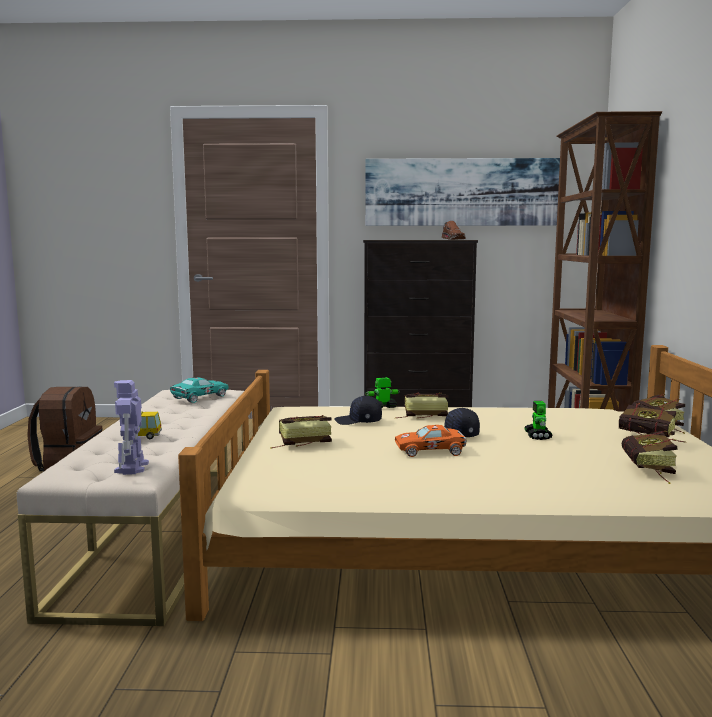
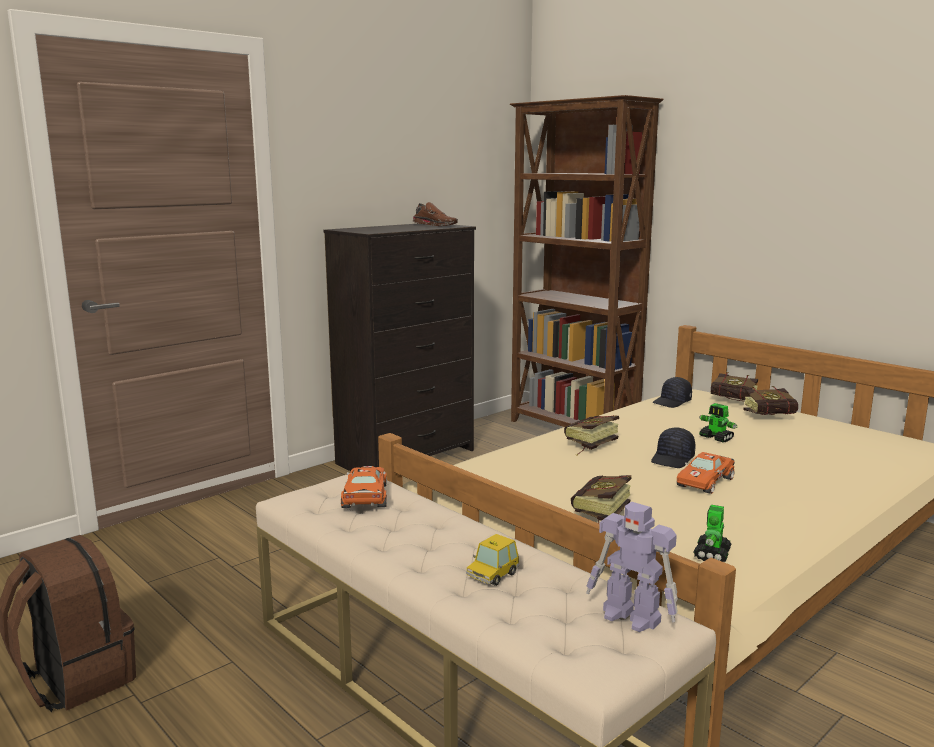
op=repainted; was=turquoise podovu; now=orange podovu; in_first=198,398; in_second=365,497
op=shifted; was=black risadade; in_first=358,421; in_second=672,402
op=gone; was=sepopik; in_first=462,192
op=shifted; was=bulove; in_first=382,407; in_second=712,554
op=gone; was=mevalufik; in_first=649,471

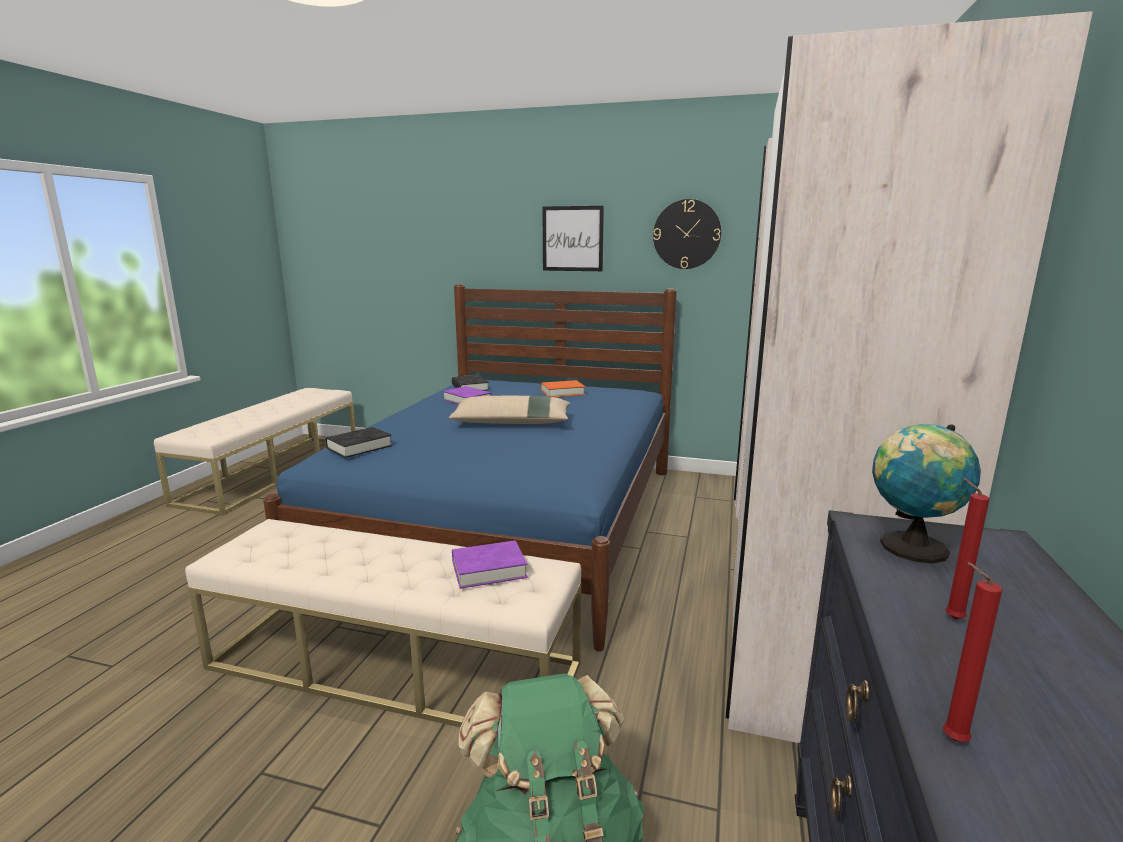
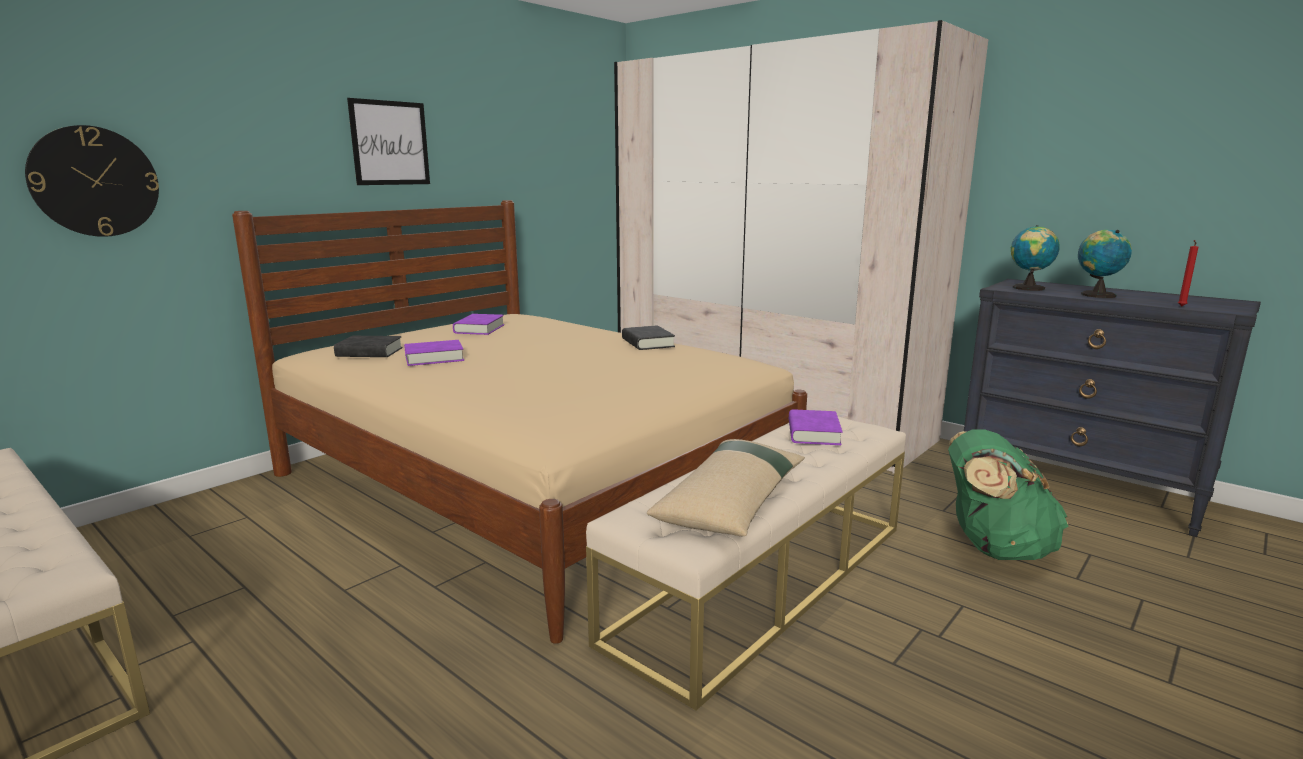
op=repainted; was=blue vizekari; now=beige vizekari; in_first=512,521; in_second=531,482
op=shifted; was=black mevalufik; in_first=359,447; in_second=647,343
op=shifted; was=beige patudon; in_first=512,422; in_second=732,501
op=repainted; was=orange mevalufik; now=purple mevalufik; in_first=562,393; in_second=479,329
op=shifted; was=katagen; in_first=686,234; in_second=94,181
op=swapped; was=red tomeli; now=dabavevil; in_first=950,618; in_second=1095,295

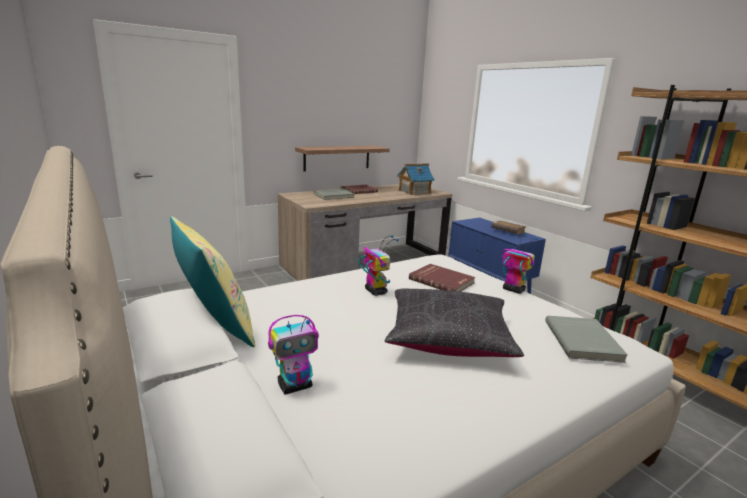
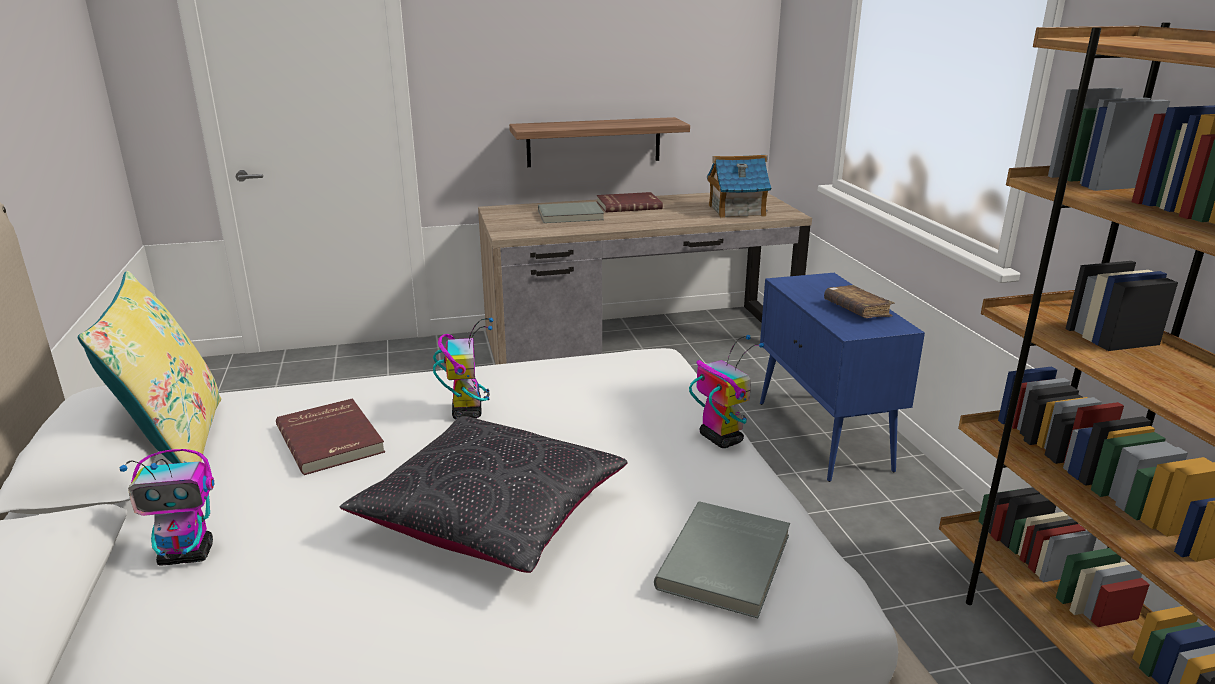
op=shifted; was=red mevalufik; in_first=442,281; in_second=332,439

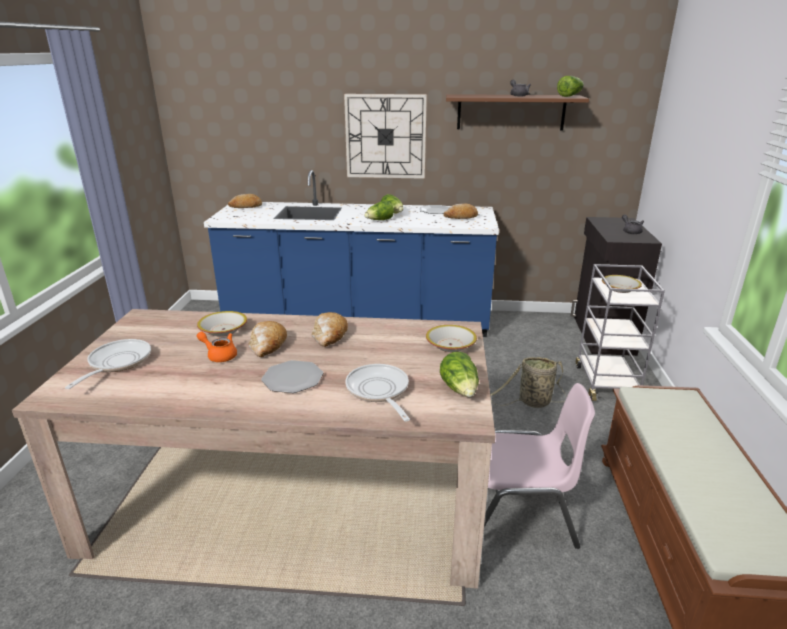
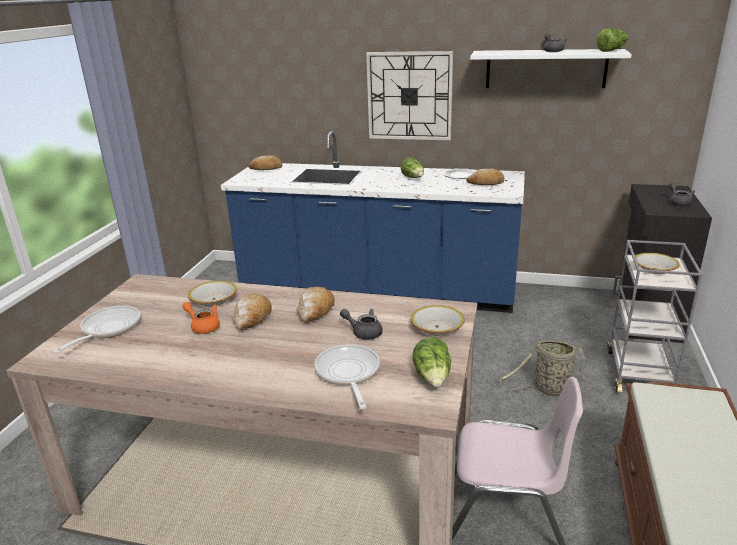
op=gone; was=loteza; in_first=293,378
op=gone; was=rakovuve; in_first=379,221
op=repainted; was=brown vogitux; now=white vogitux; in_first=511,112; in_second=545,69
op=new; now=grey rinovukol; in_second=363,332

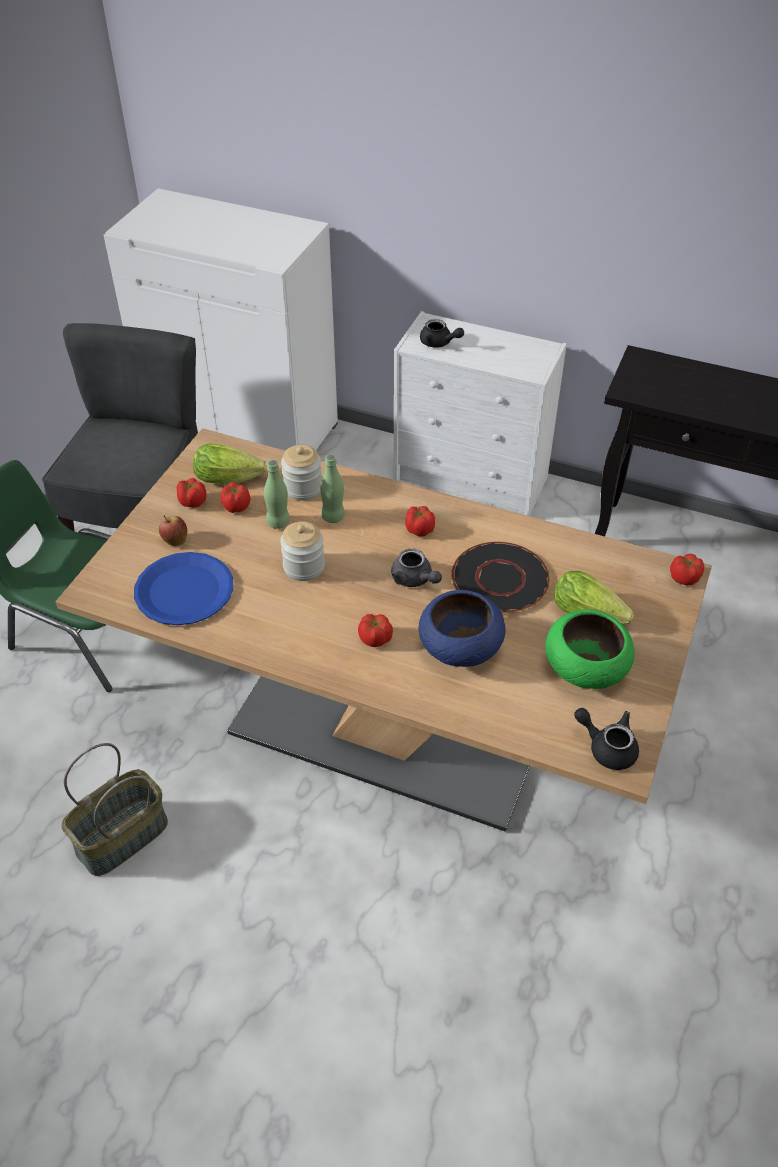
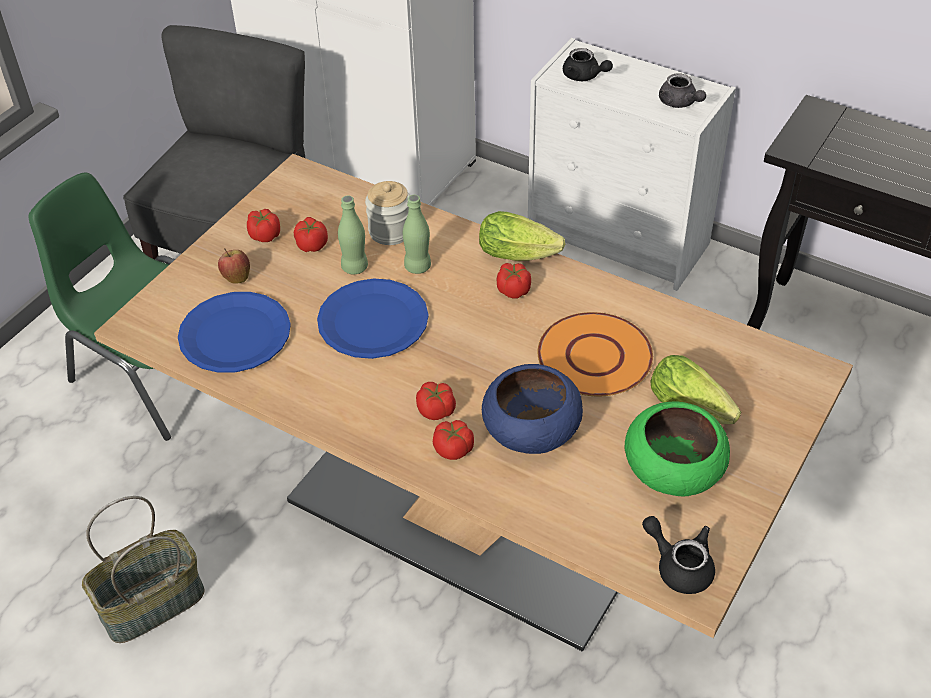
op=shifted; was=rakovuve; in_first=231,478; in_second=522,254
op=swapped; was=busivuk; now=blue loteza; in_first=304,567; in_second=373,321
op=shifted; was=grey rinovukol; in_first=414,580; in_second=680,103
op=repainted; was=black loteza; now=orange loteza; in_first=500,579; in_second=595,357
op=shifted; was=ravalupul; in_first=684,578; in_second=454,449

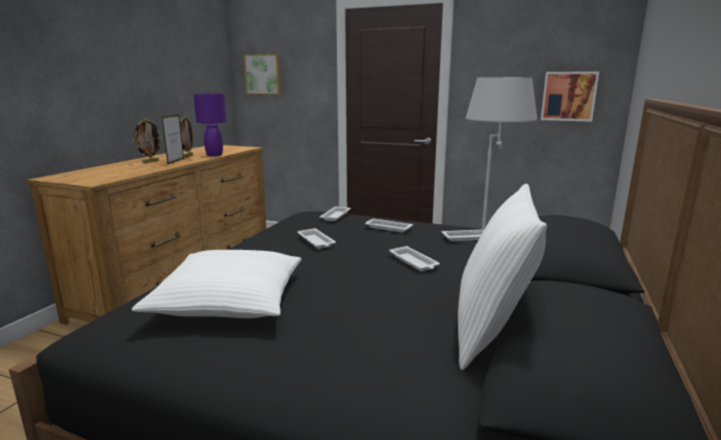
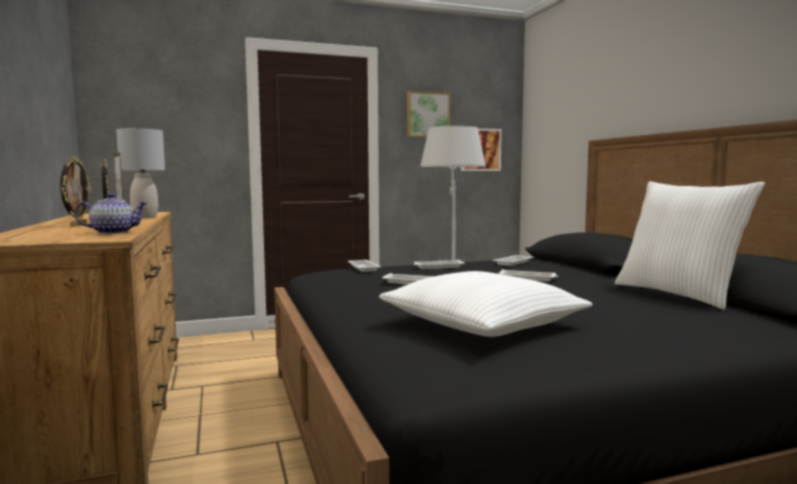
op=repainted; was=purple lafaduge; now=grey lafaduge; in_first=214,155; in_second=144,217
op=shifted; was=sepopik; in_first=263,74; in_second=427,115
op=new; now=rinovukol; in_second=113,232

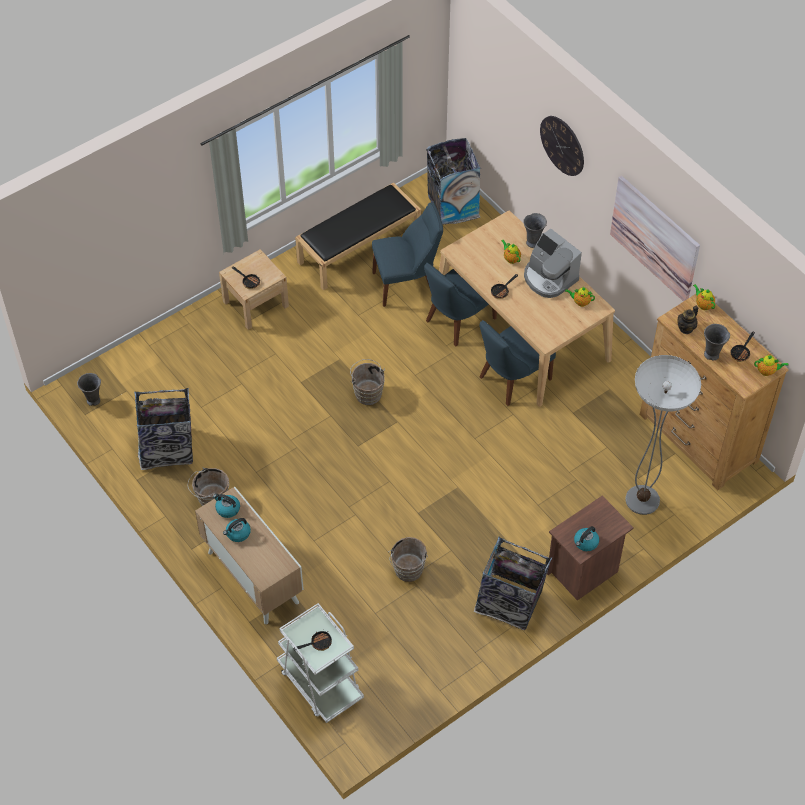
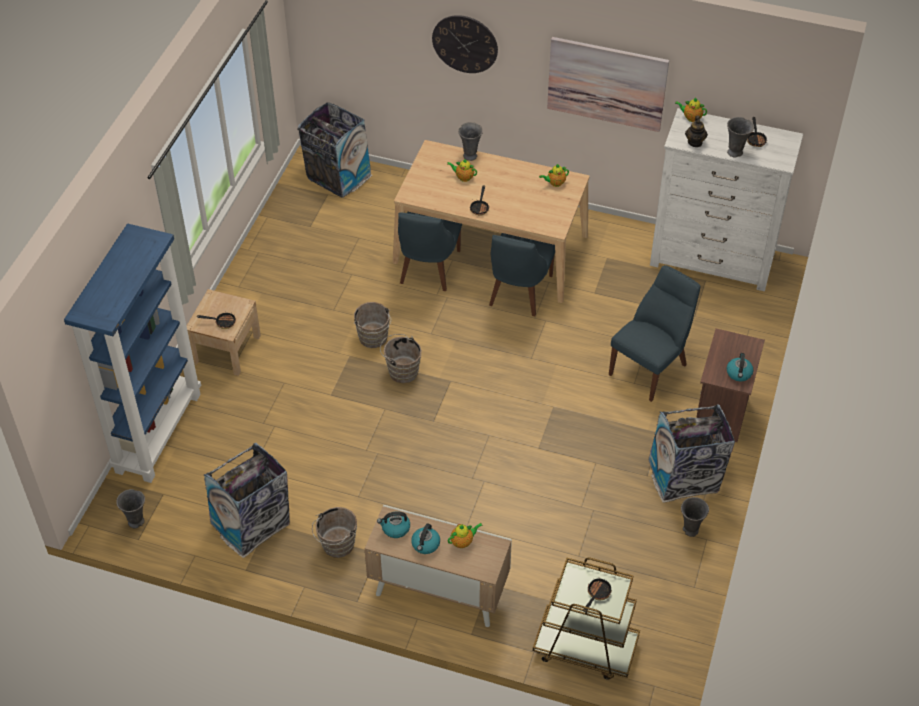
op=repainted; was=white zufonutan; now=brown zufonutan; in_first=320,683; in_second=585,647
op=gone; was=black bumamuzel; in_first=359,247
op=shifted; was=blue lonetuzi; in_first=407,284; in_second=650,368
op=shifted; was=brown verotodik; in_first=408,571; in_second=373,339
op=gone; was=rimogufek; in_first=549,278
op=gone; was=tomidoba; in_first=642,500
op=repainted; was=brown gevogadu; now=white gevogadu; in_first=698,438; in_second=712,259
op=shifted; was=rinovukol; in_first=767,371; in_second=463,542
op=new; now=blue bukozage; in_second=158,431
op=new; now=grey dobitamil; in_second=690,530

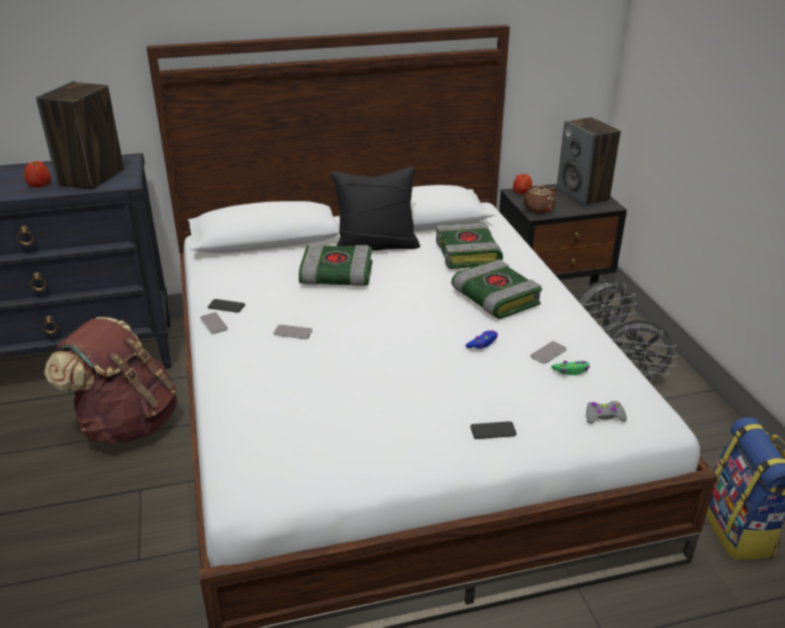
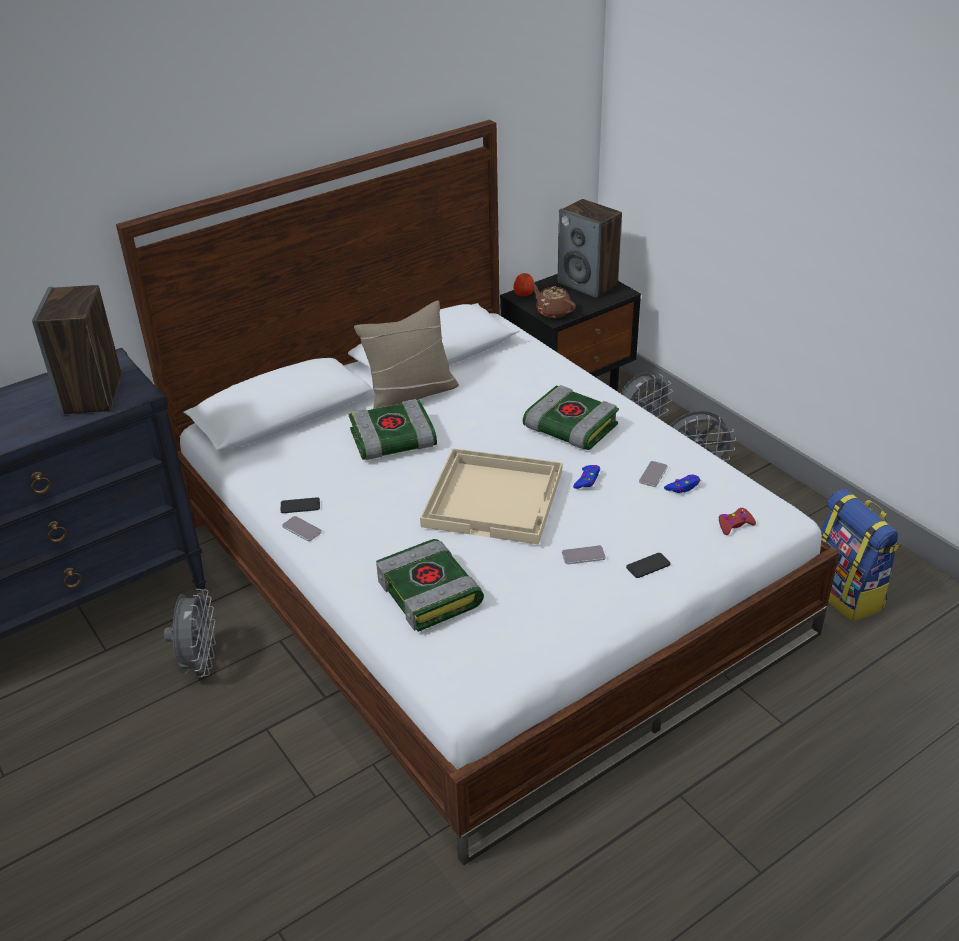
op=gone; was=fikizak; in_first=39,184
op=swapped; was=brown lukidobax; now=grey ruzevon; in_first=126,423; in_second=199,664
op=shifted; was=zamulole; in_first=293,332; in_second=583,555
op=repainted; was=black patudon; now=beige patudon; in_first=376,246; in_second=411,395
op=shifted; was=mevalufik; in_first=468,254; in_second=431,593
op=rotated; was=brown rinovukol; in_first=538,209; in_second=553,312; clockwise=105
op=repainted; was=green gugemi; now=blue gugemi; in_first=571,371; in_second=683,487
op=repainted; was=grey gugemi; now=red gugemi; in_first=604,416; in_second=734,525
op=new; now=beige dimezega; in_second=495,498

